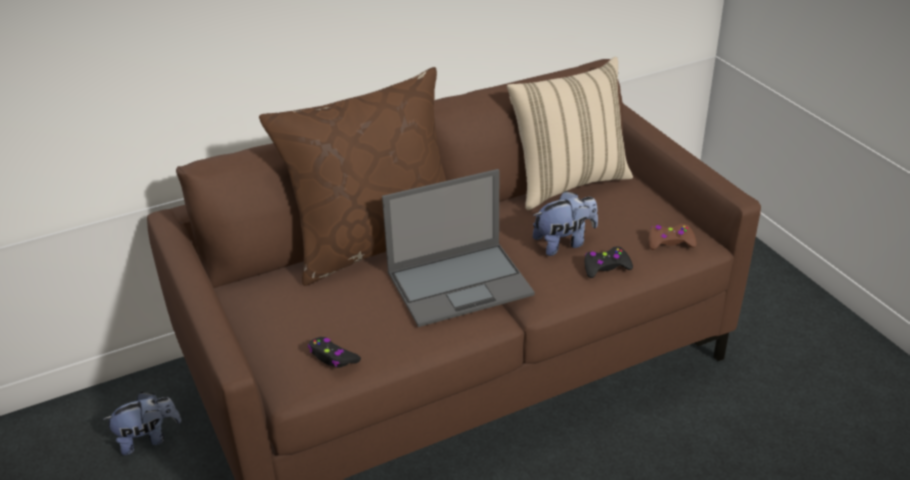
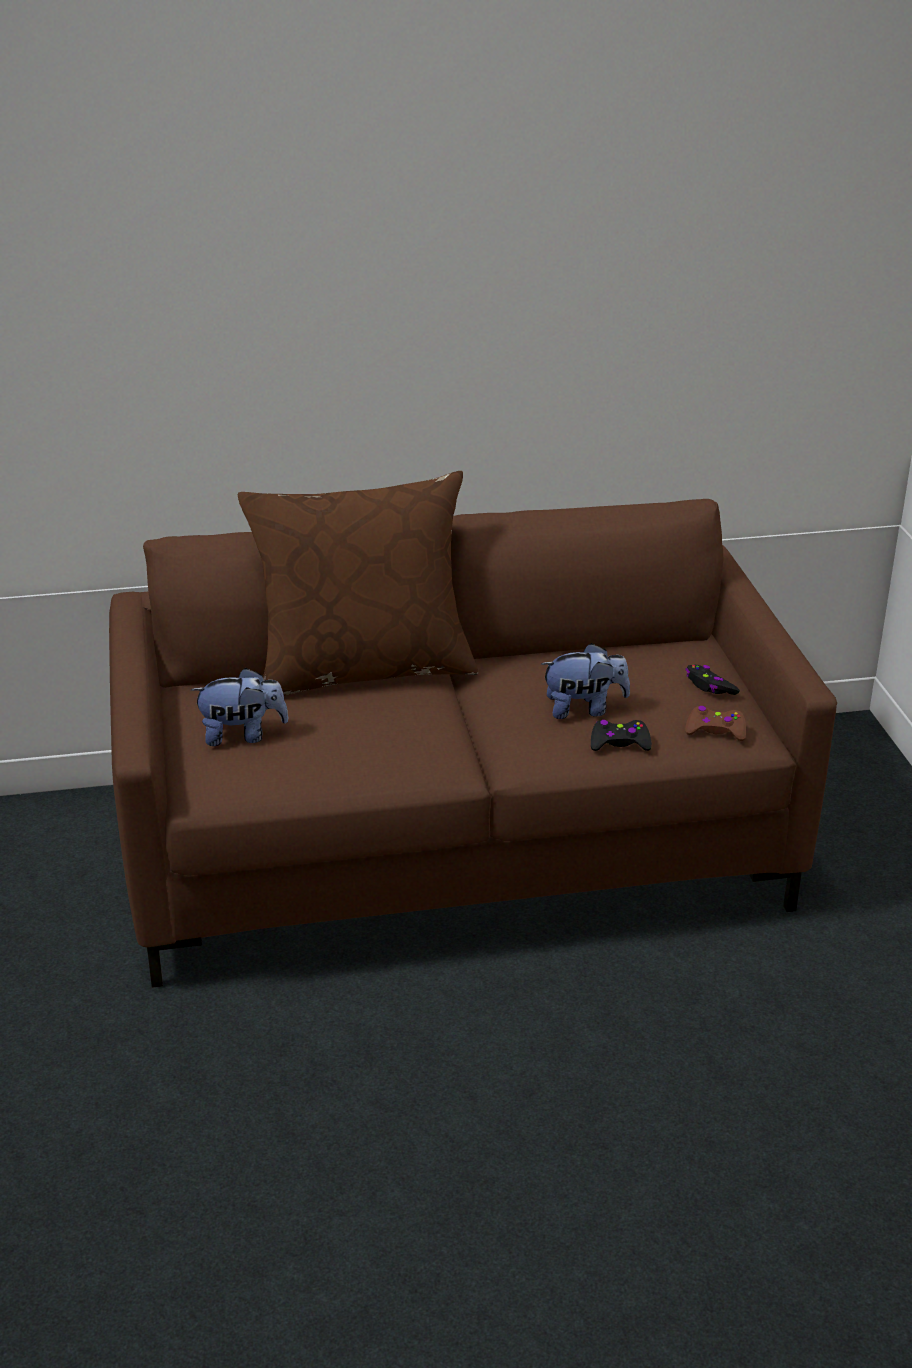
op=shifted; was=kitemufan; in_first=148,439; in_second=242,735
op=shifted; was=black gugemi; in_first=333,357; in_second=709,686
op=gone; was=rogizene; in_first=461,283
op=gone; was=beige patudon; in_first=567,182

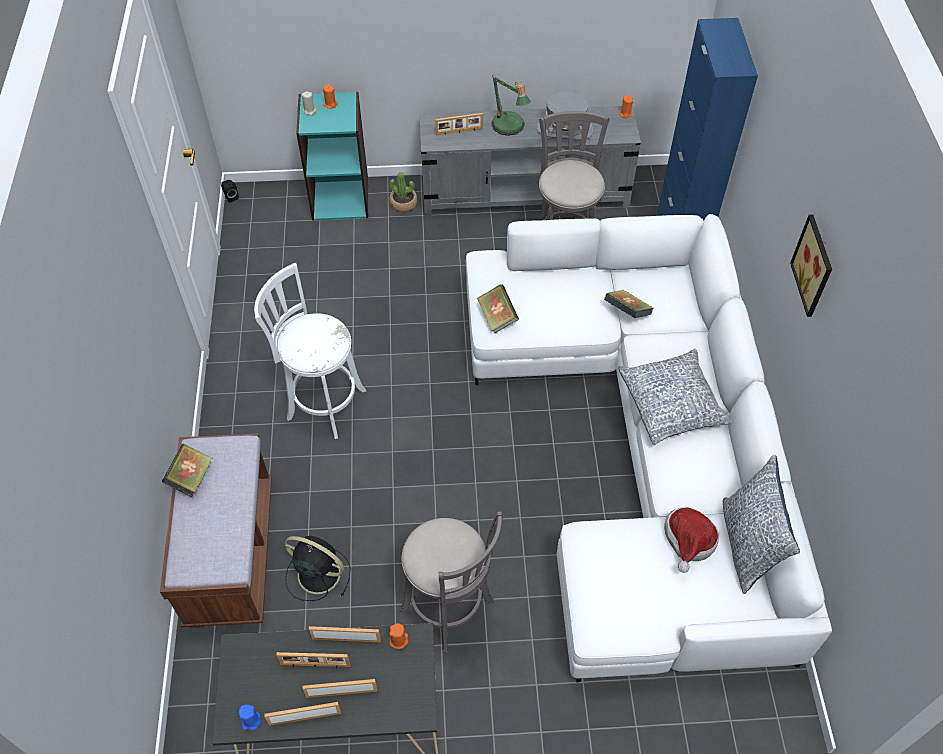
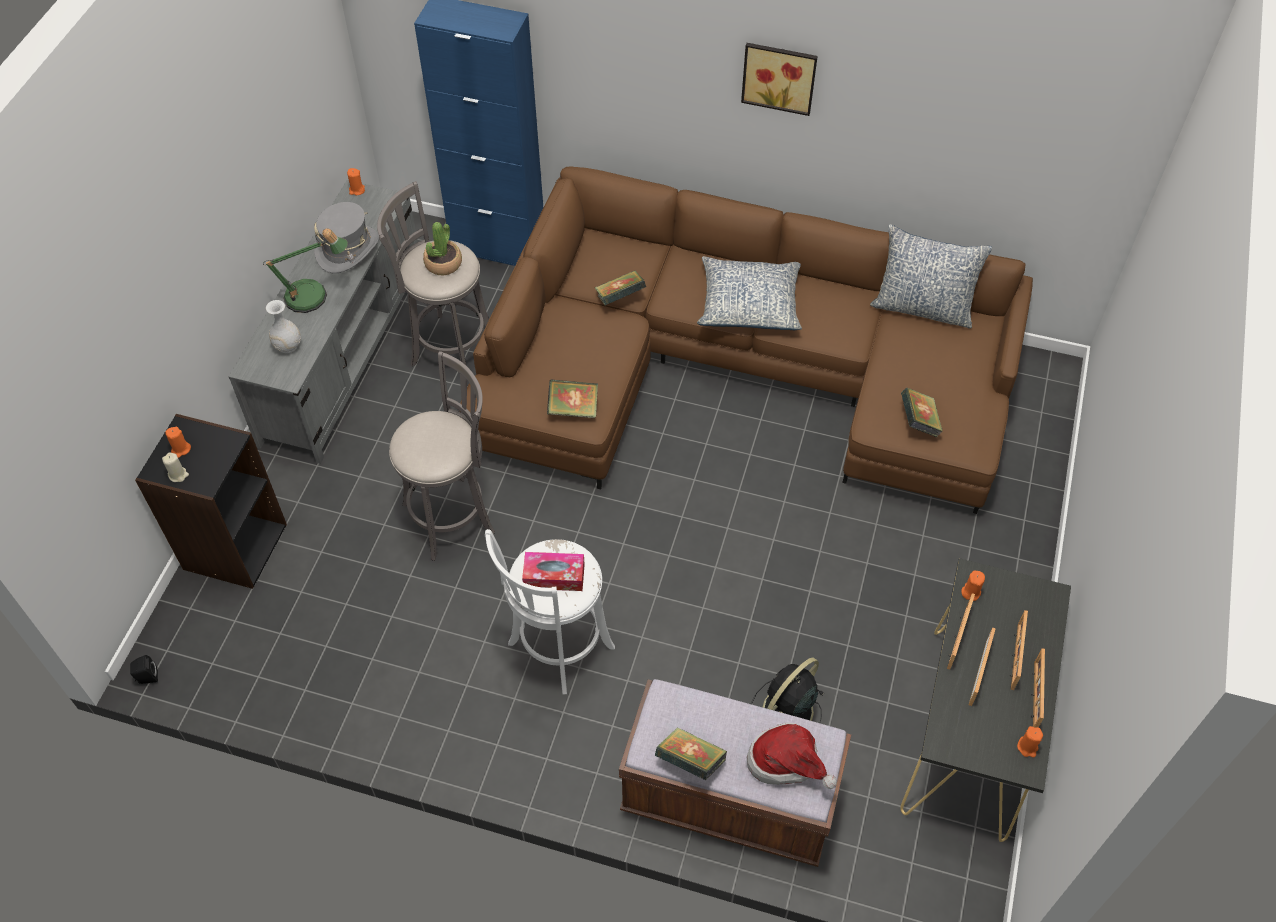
op=repainted; was=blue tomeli; now=orange tomeli; in_first=251,721; in_second=1027,747
op=repainted; was=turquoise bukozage; now=black bukozage; in_first=340,199; in_second=234,546
op=shifted; was=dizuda; in_first=403,203; in_second=443,263
op=shifted; was=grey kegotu; in_first=450,610; in_second=453,516
op=swapped; was=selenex; now=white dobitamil; in_first=459,132; in_second=288,346
op=repainted; was=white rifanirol; now=brown rifanirol; in_first=640,444; in_second=736,372
op=shifted; was=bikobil; in_first=688,542; in_second=787,762
op=new; now=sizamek; in_second=554,576
op=new; now=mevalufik; in_second=918,422

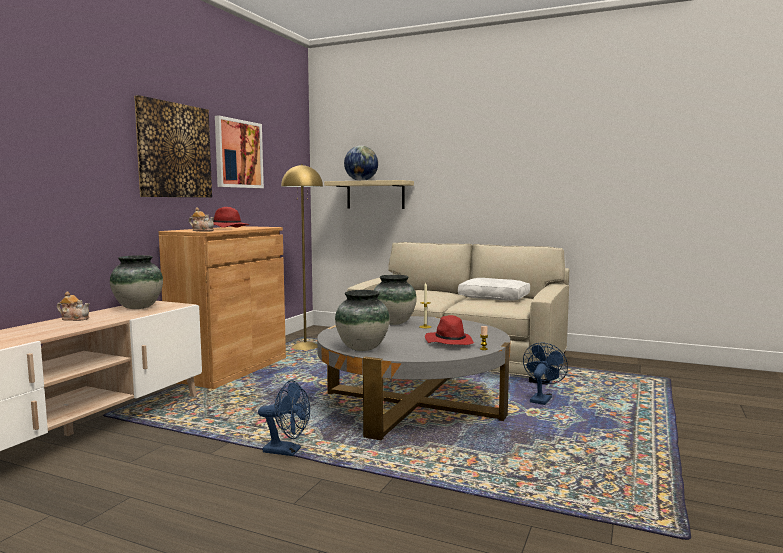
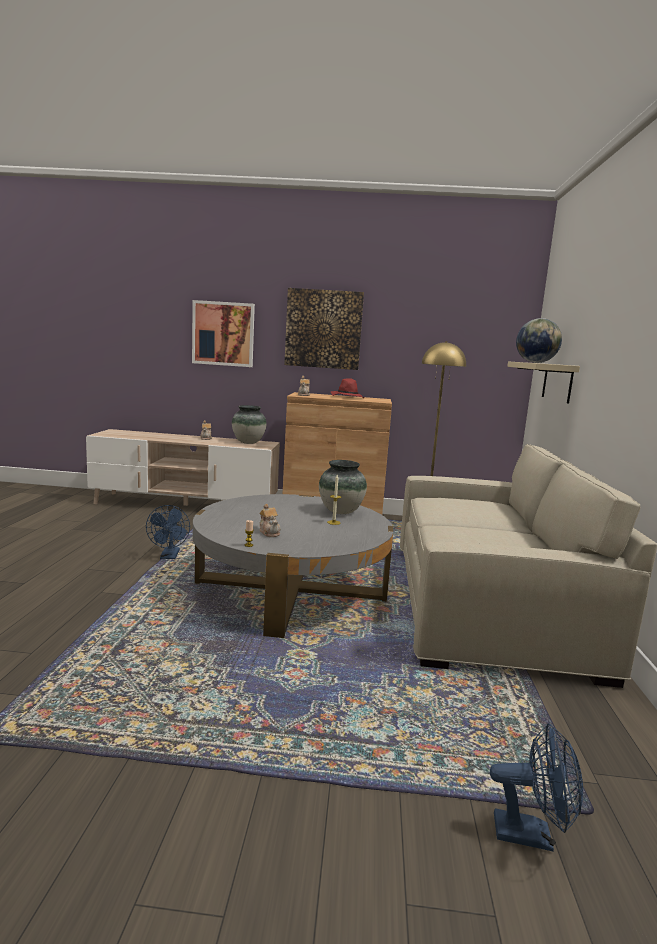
op=shifted; was=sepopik; in_first=238,154; in_second=223,334
op=gone; was=dobitamil; in_first=363,348
op=swapped; was=red bikobil; now=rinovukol; in_first=449,342; in_second=269,532
op=gone; was=white patudon; in_first=495,297
op=shifted; was=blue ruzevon; in_first=541,399; in_second=532,834

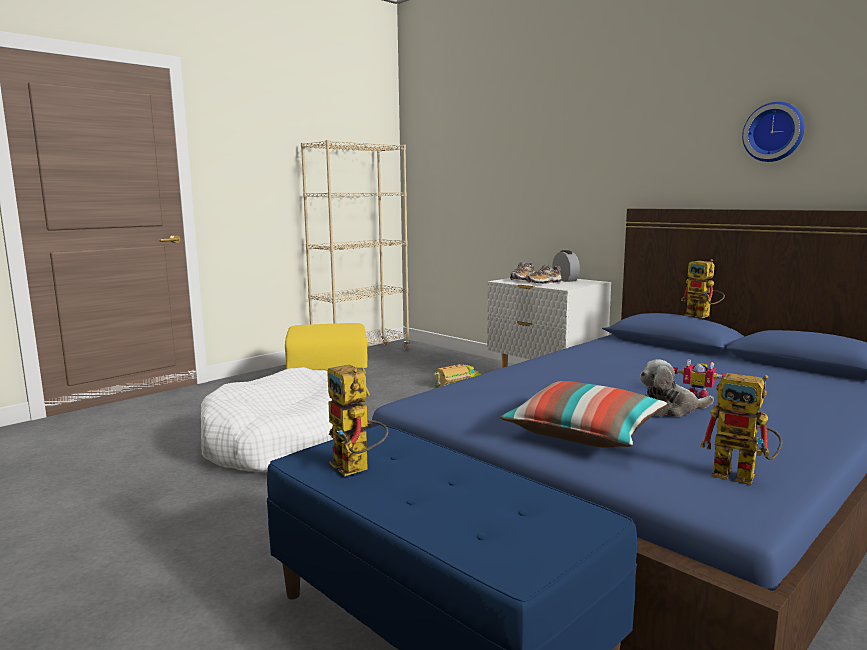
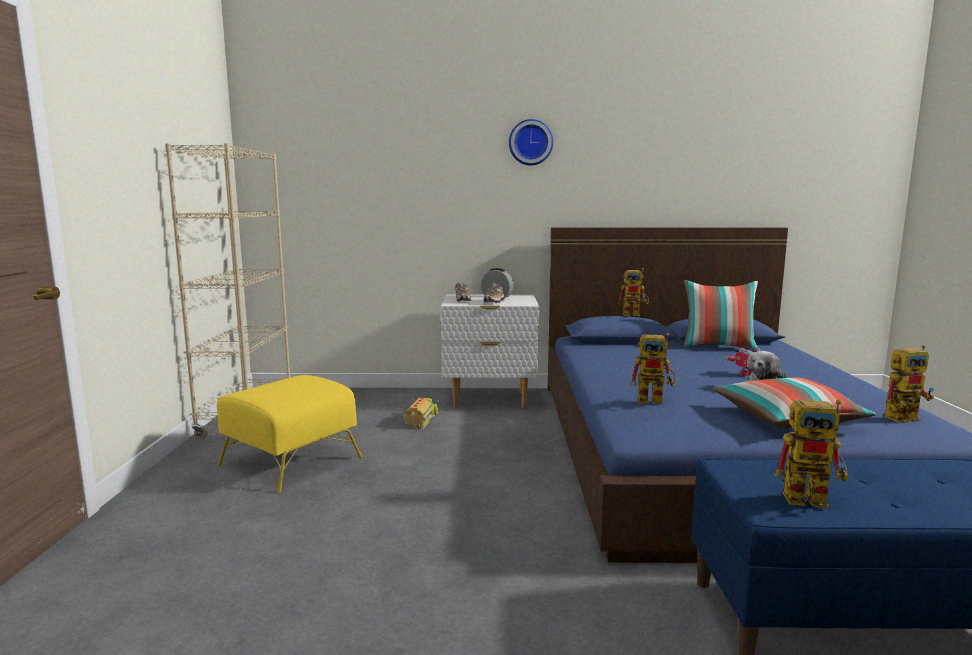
op=gone; was=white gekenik; in_first=284,441
op=shifted; was=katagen; in_first=774,132; in_second=530,142
op=new; now=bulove; in_second=656,400
op=new; now=patudon; in_second=718,347

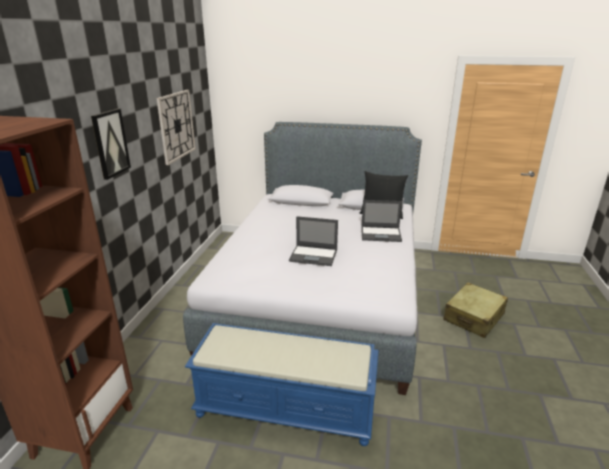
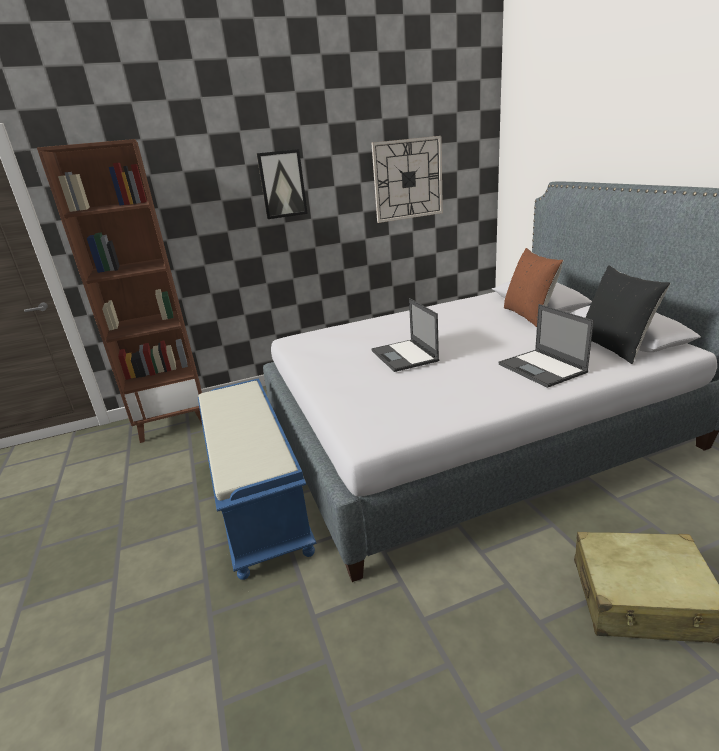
op=new; now=brown patudon; in_second=529,315

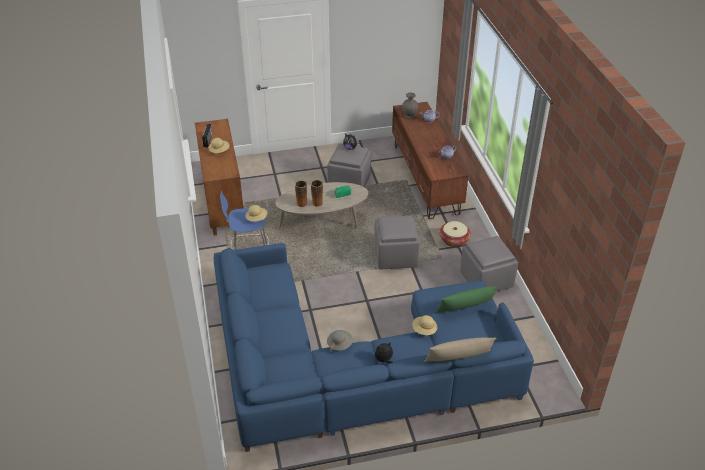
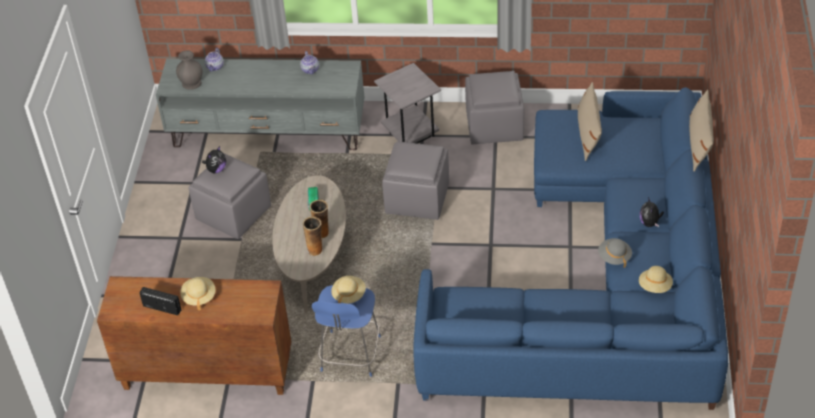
op=repainted; was=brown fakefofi; now=grey fakefofi; in_first=425,179; in_second=268,132
op=shifted; was=beige bikobil; in_first=424,330; in_second=655,286
op=repainted; was=green patudon; now=beige patudon; in_first=466,309; in_second=588,134
op=swapped; was=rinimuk; now=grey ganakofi; in_first=454,240; in_second=409,136

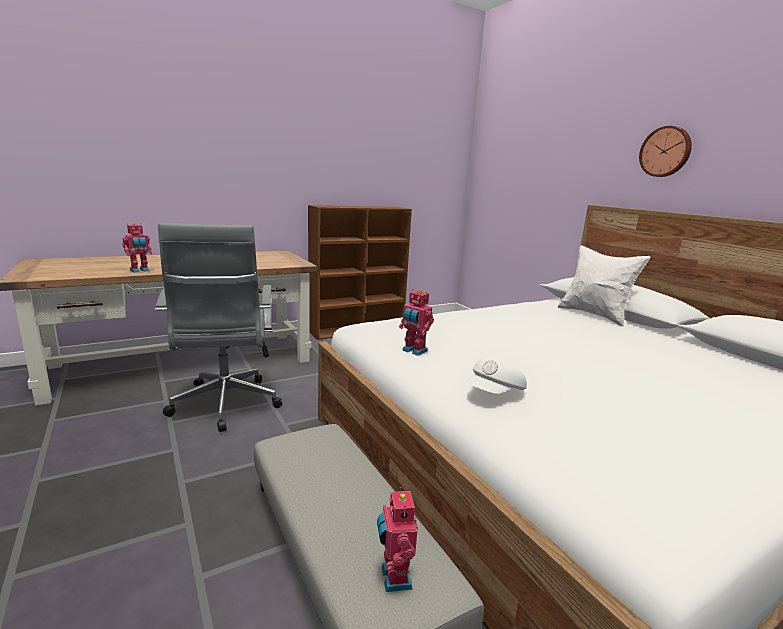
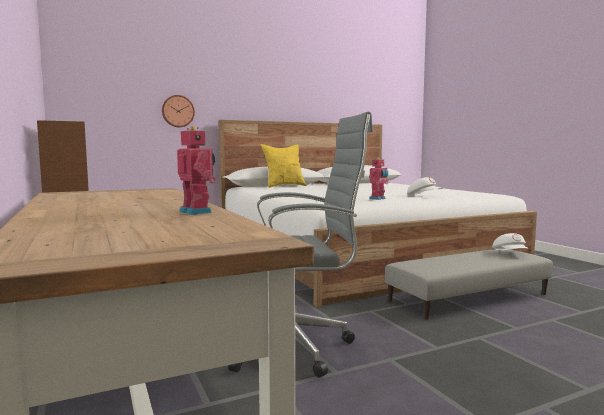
op=swapped; was=bulove; now=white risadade; in_first=393,577; in_second=510,253
op=repainted; was=white patudon; now=yellow patudon; in_first=594,315; in_second=284,186
op=shifted; was=katagen; in_first=665,152; in_second=178,111

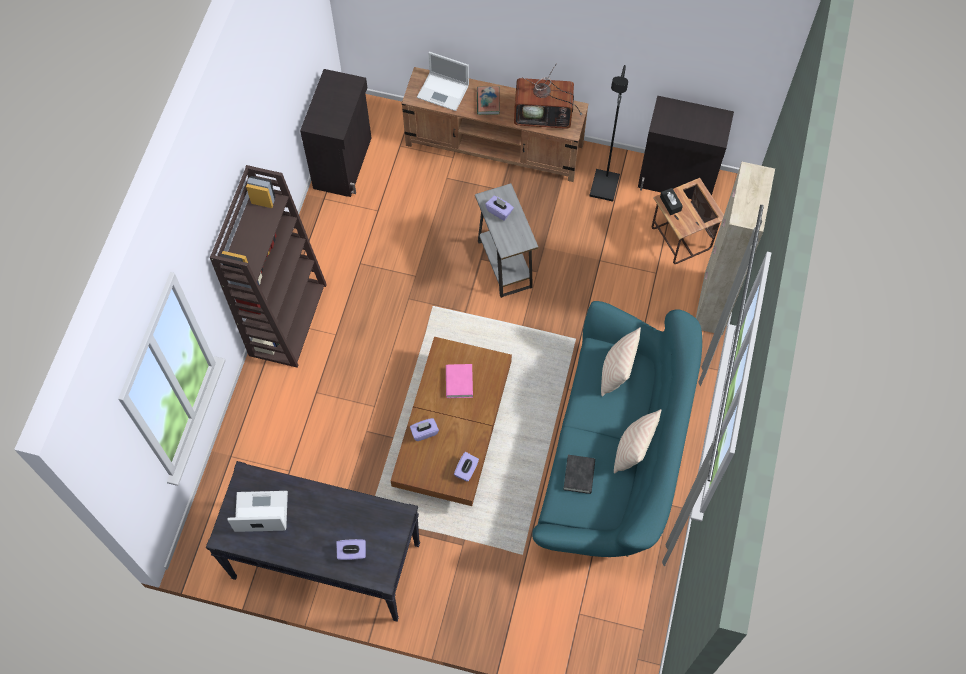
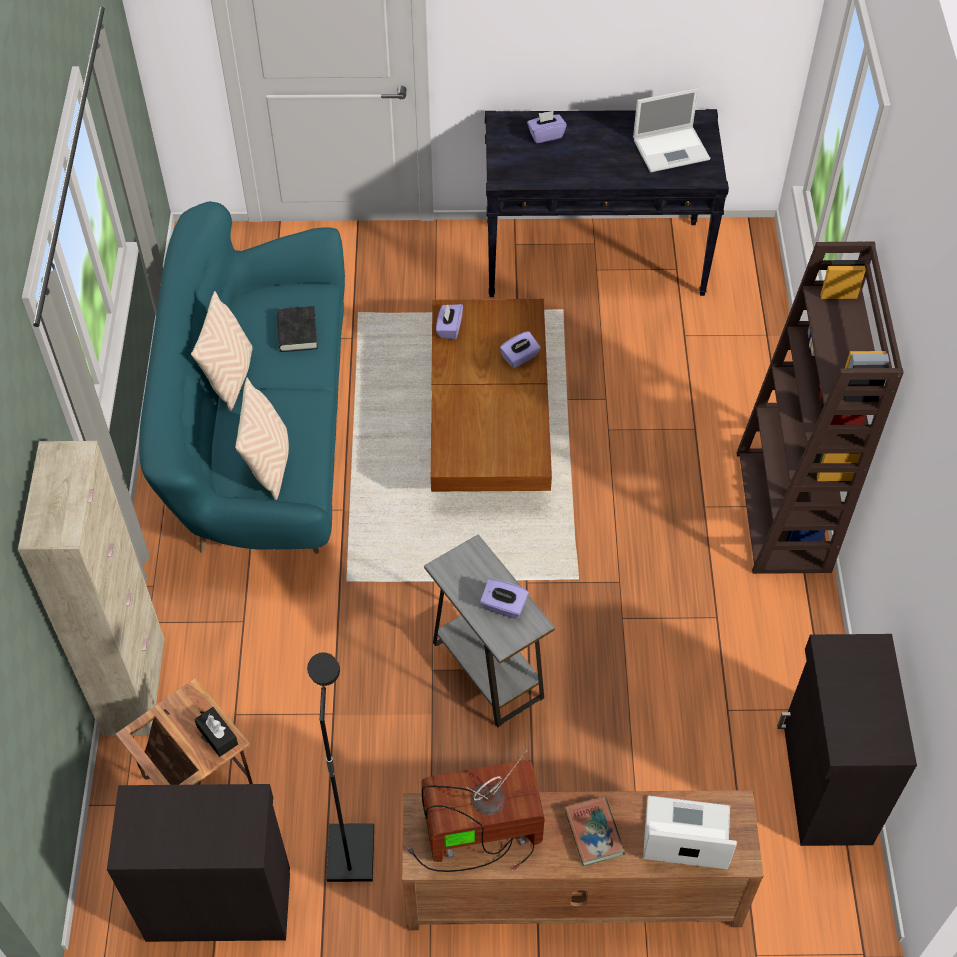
op=gone; was=pink mevalufik; in_first=459,382

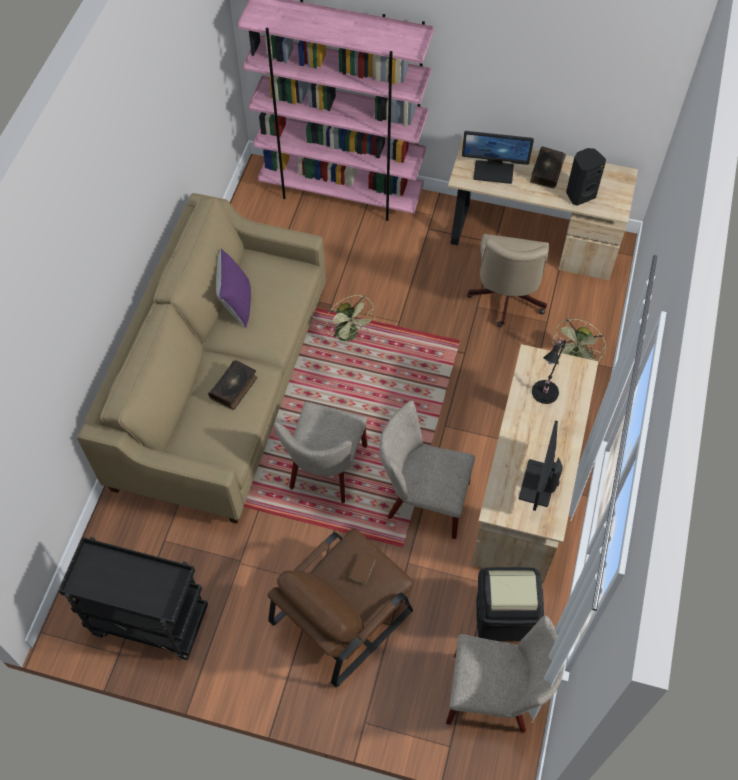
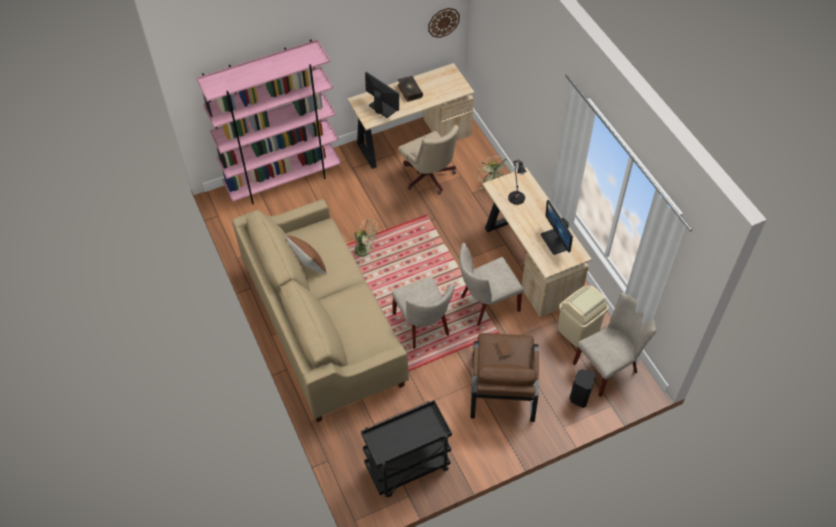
op=gone; was=mevalufik; in_first=234,388
op=repainted; was=purple patudon; now=brown patudon; in_first=236,304; in_second=308,266
op=rotated; was=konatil; in_first=494,171; in_second=382,107; clockwise=-105
op=repainted; was=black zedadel; now=beige zedadel; in_first=503,618; in_second=578,330
op=shifted; was=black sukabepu; in_first=580,194; in_second=579,397
op=new; now=katagen; in_second=443,22

